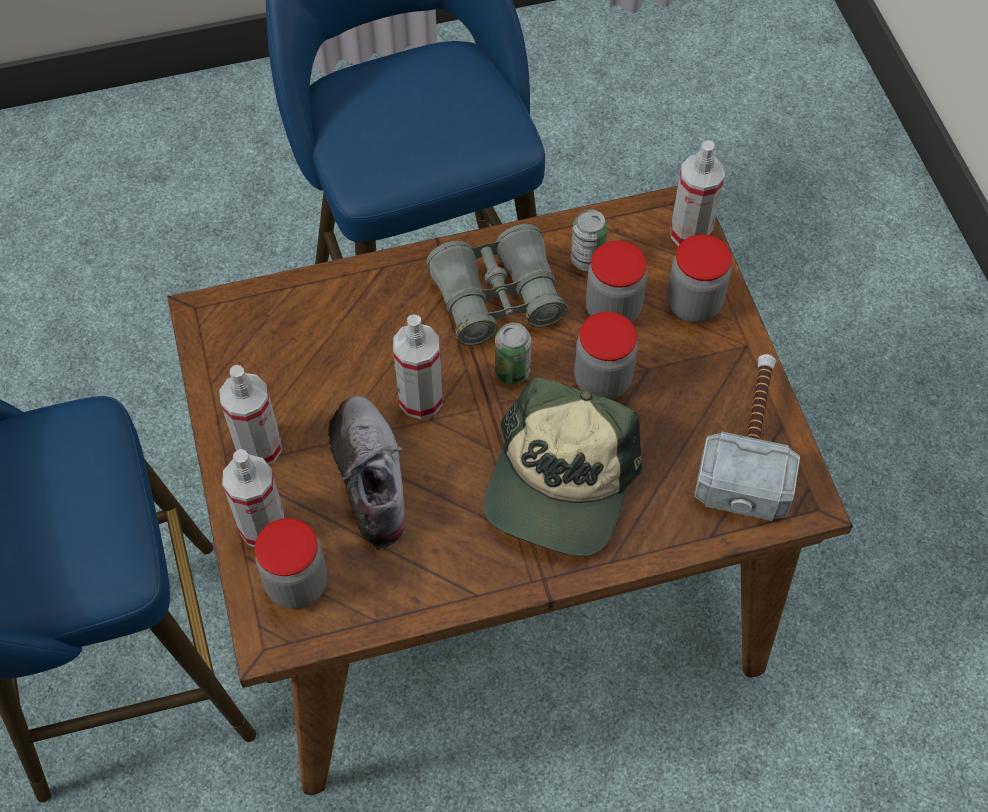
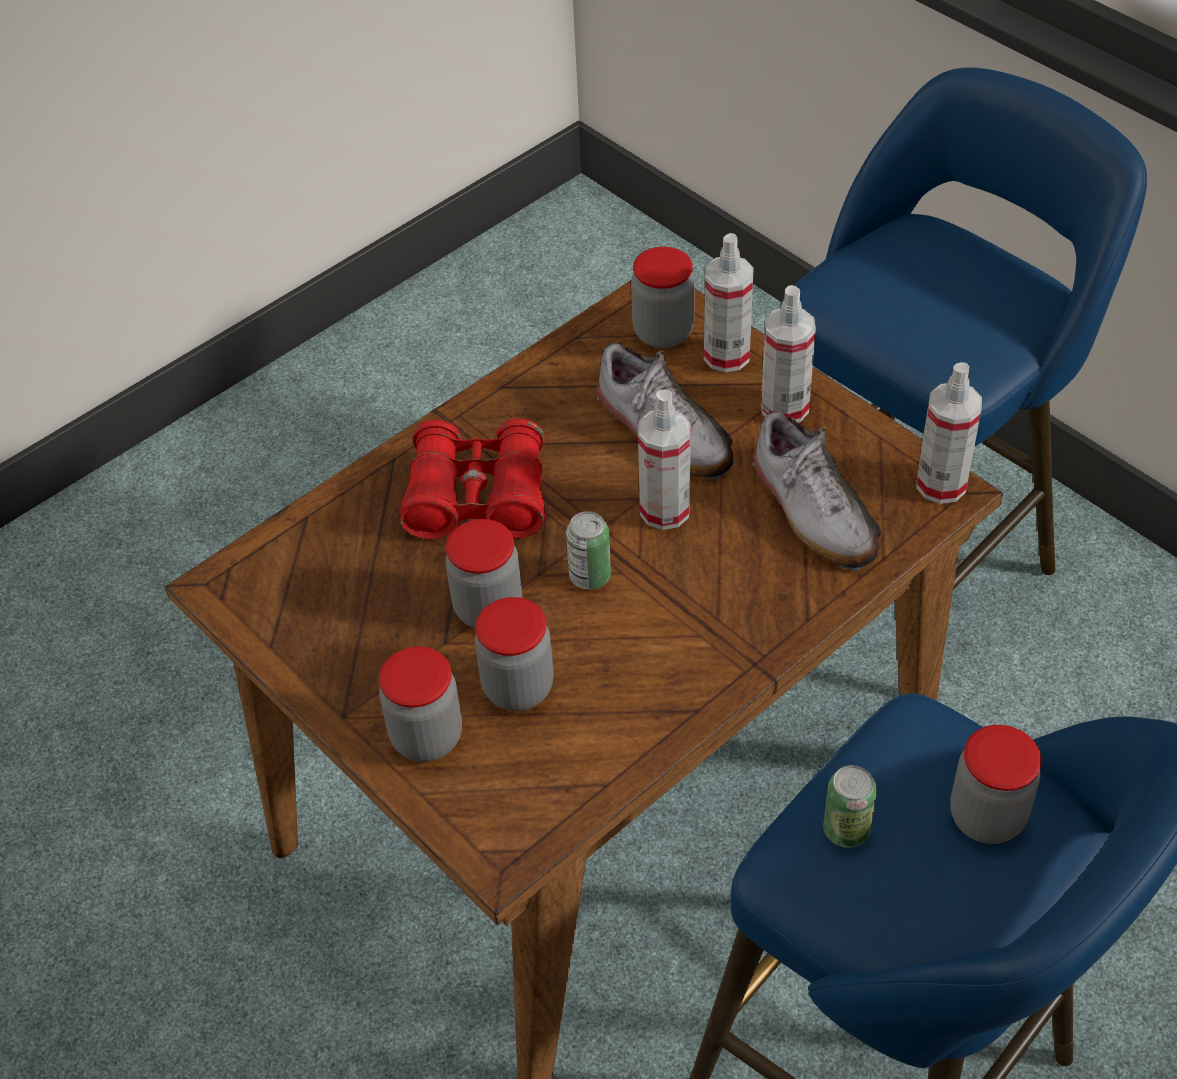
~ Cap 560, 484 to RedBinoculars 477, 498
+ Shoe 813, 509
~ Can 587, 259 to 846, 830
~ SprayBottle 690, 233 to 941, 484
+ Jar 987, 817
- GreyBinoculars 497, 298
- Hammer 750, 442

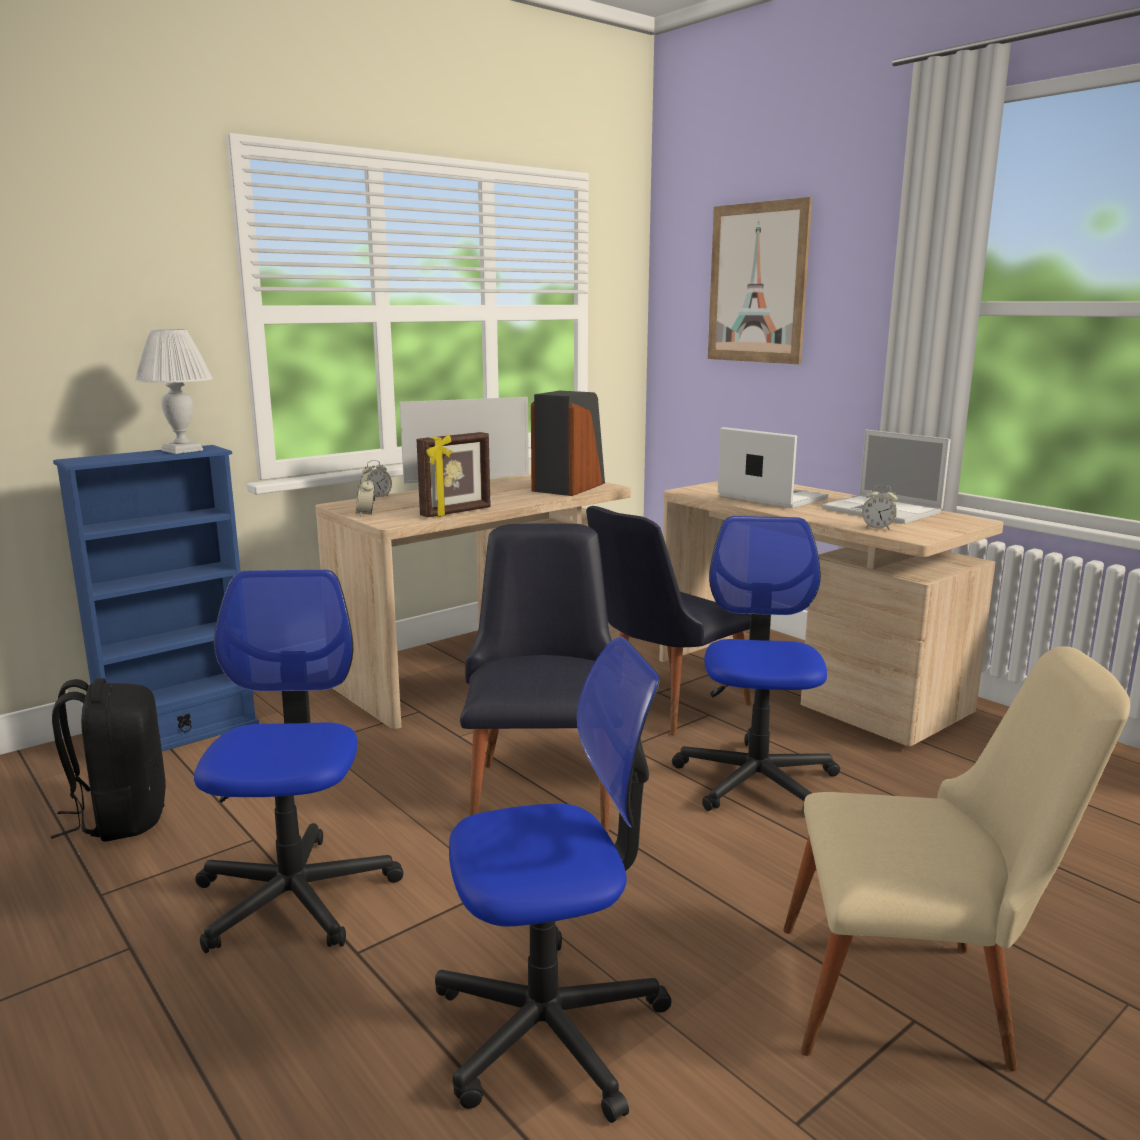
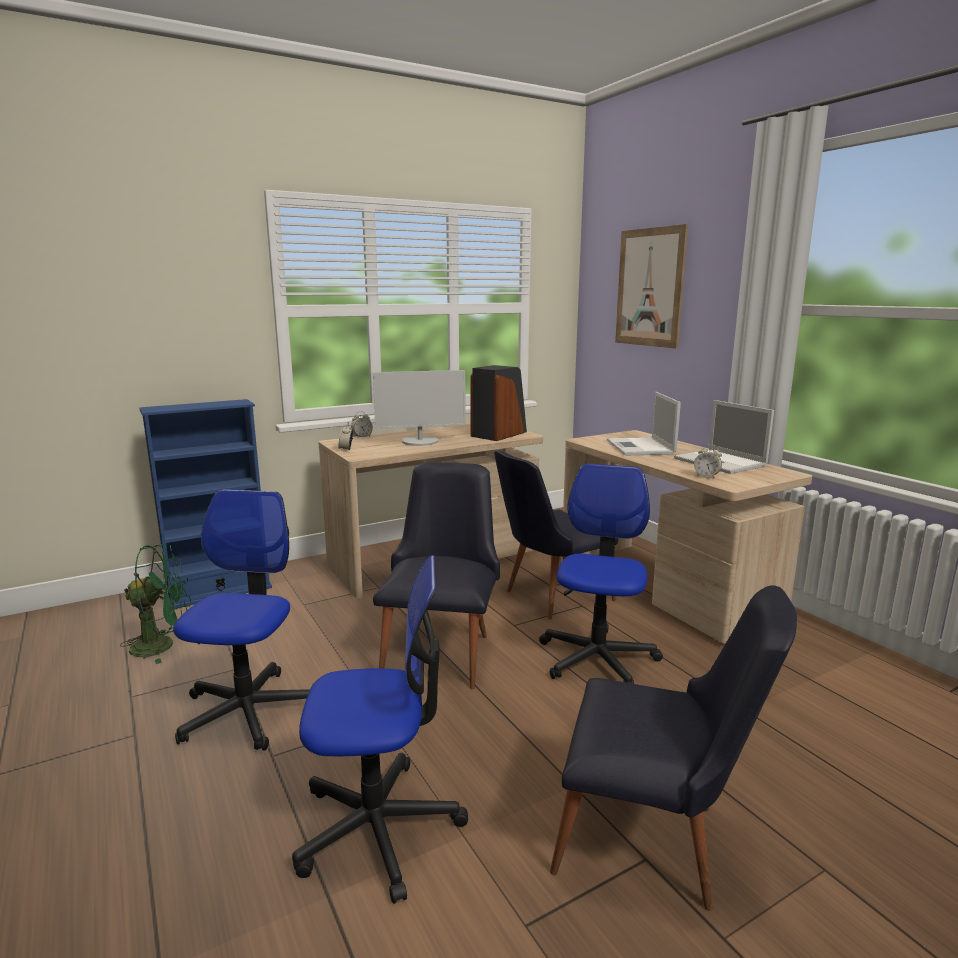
~ BlackBackpack 121, 818 to GreenFan 162, 645
~ BeigeChair 917, 1000 to BlackChair 654, 844
~ Laptop 770, 497 = 641, 447 150 degrees counterclockwise
- WhiteTableLamp 183, 450
- PictureFrame 456, 512

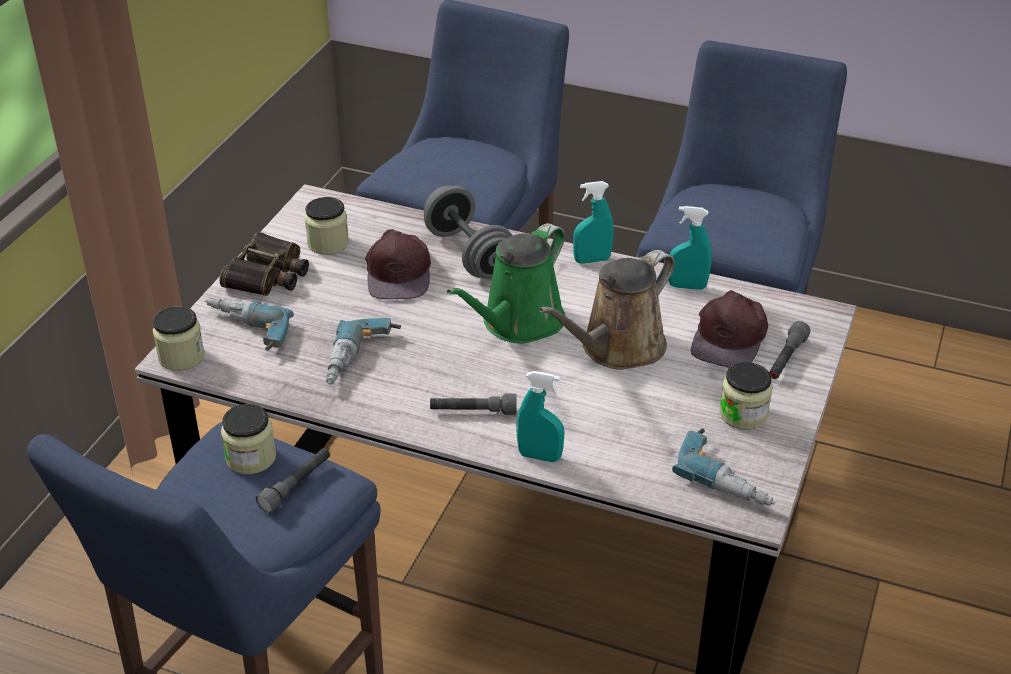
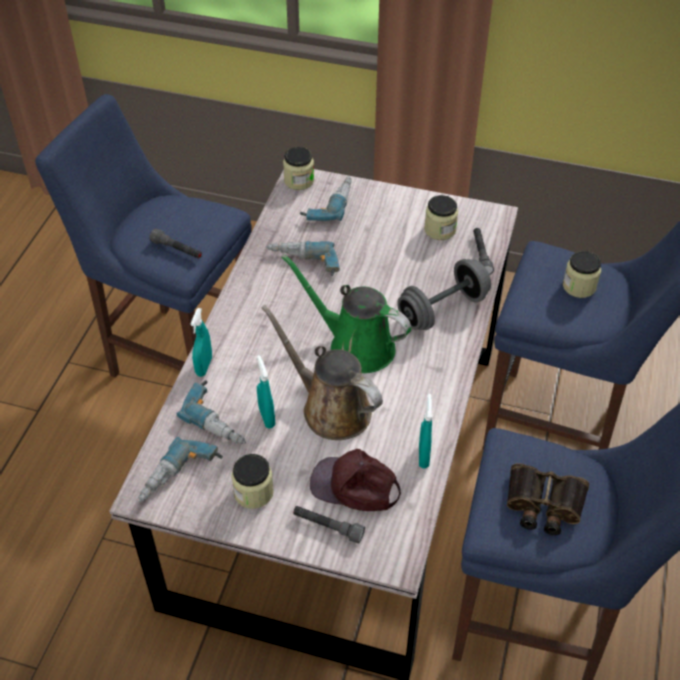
+ PowerDrill 220, 418
~ TurquoiseSprayBottle 592, 260 to 267, 417
~ GreyFlashlight 473, 412 to 481, 255
~ Binoculars 268, 275 to 543, 505
~ Jar 251, 458 to 579, 286
- BrownCap 399, 272

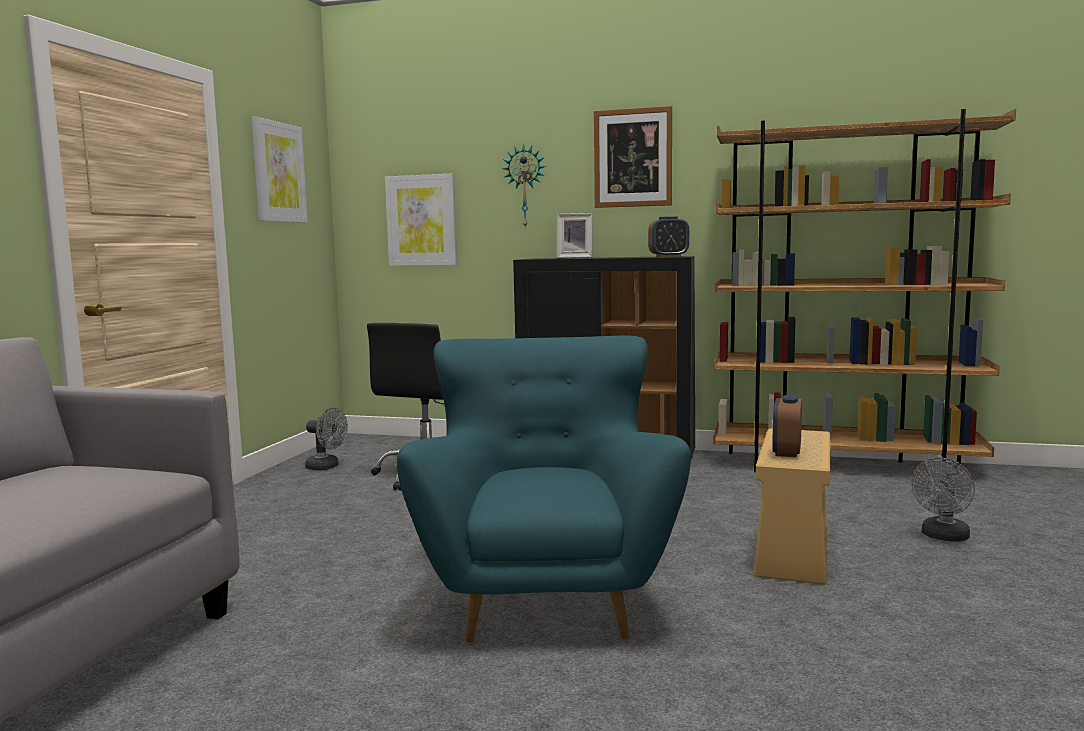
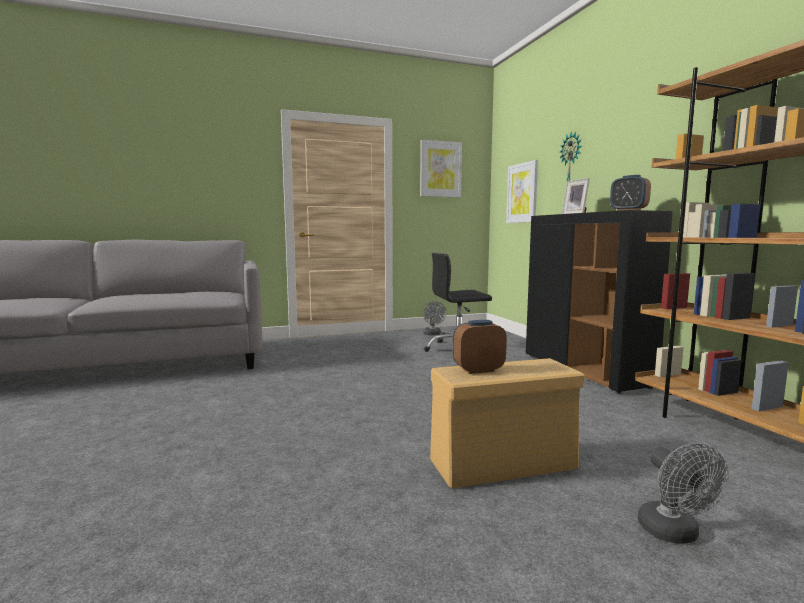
~ GreyFan 943, 537 = 674, 534 105 degrees counterclockwise
- TurquoiseArmchair 546, 596
- Picture 633, 158

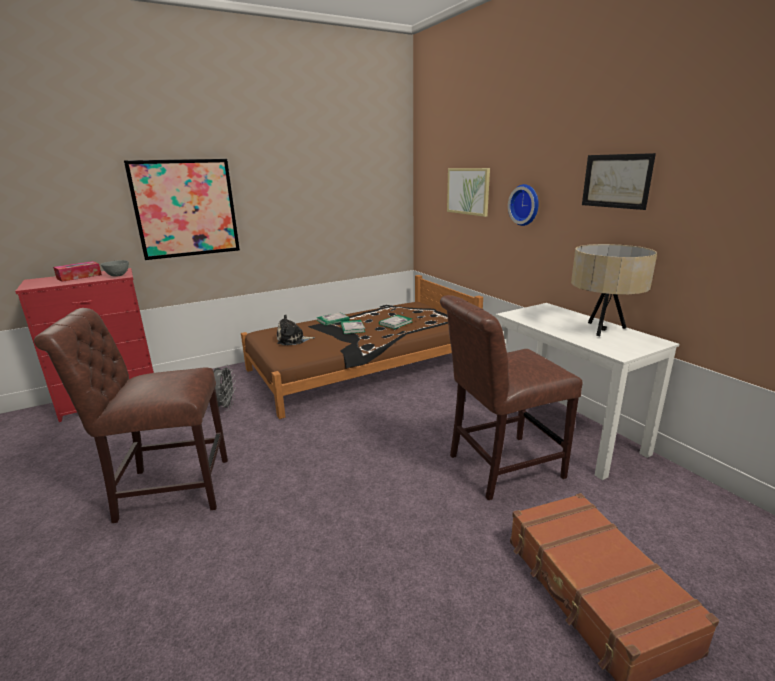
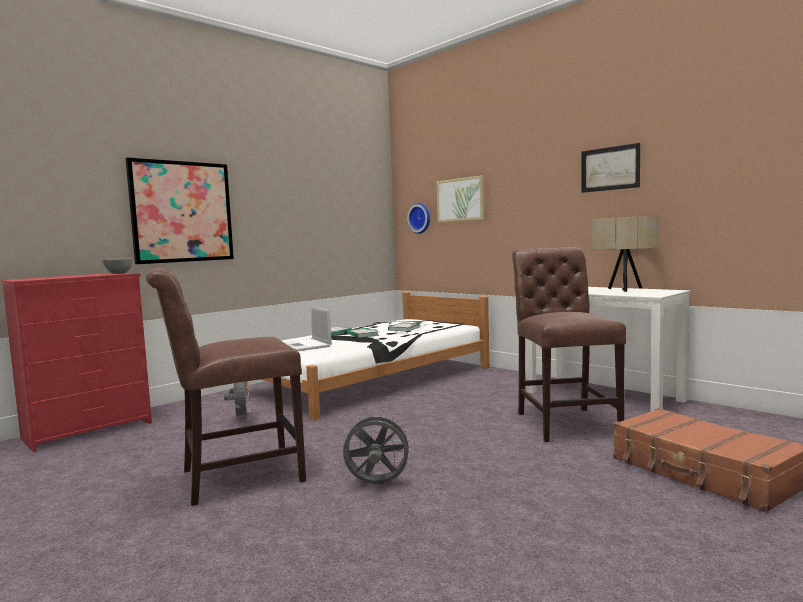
~ BrownBed 363, 366 to WhiteBed 371, 380
~ PlushToy 293, 340 to Laptop 306, 345
+ GreyFan 377, 485
~ WallClock 525, 205 to 420, 218
~ BrownChair 499, 467 = 565, 422 120 degrees clockwise
- TissueBox 79, 277

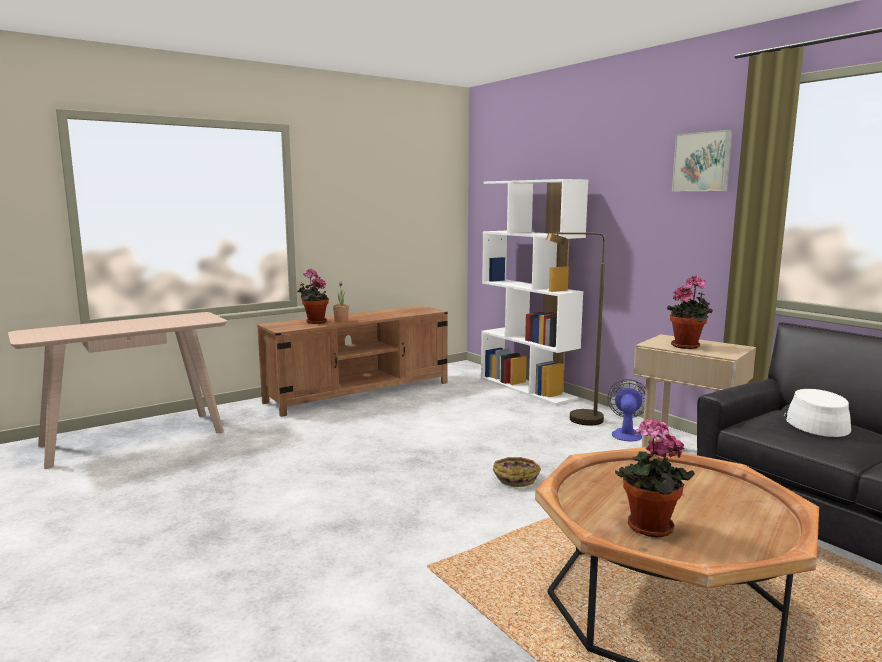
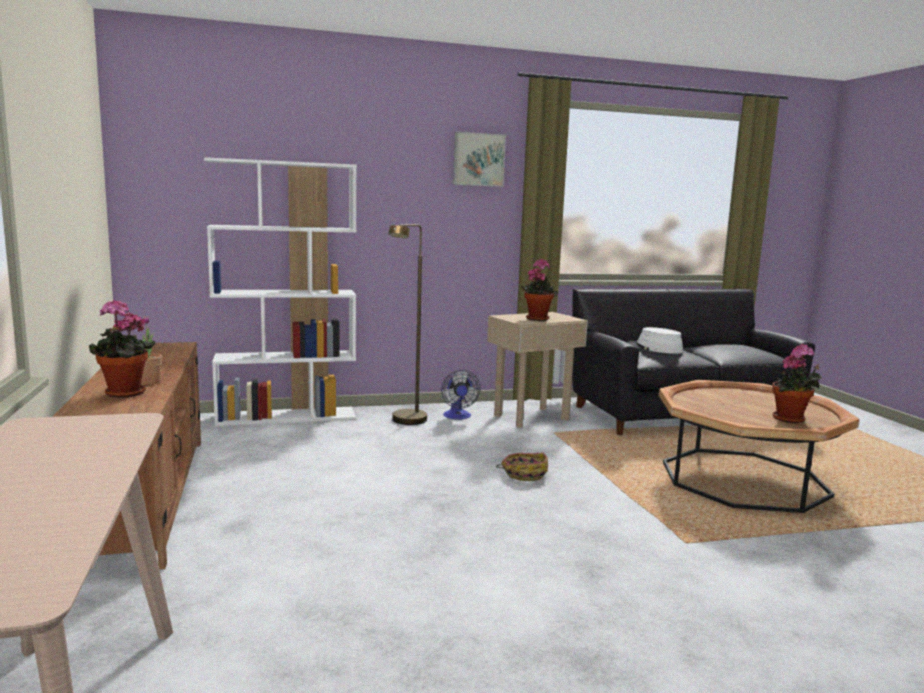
~ Fan 626, 433 = 458, 416 135 degrees counterclockwise

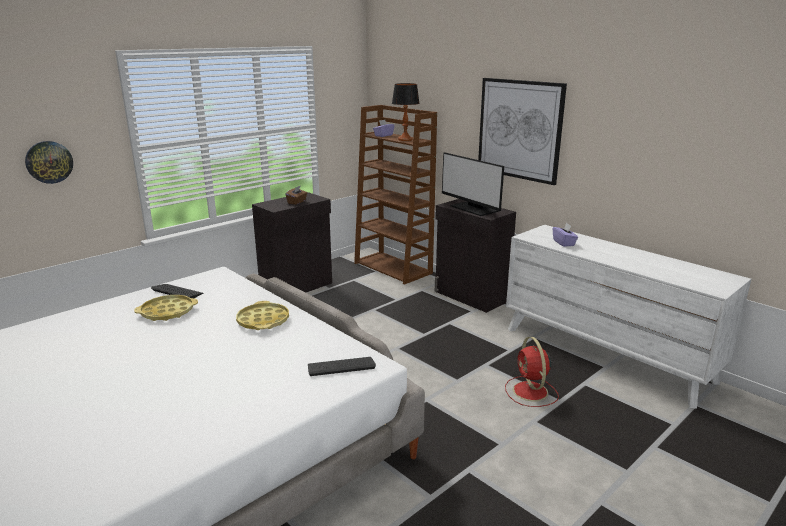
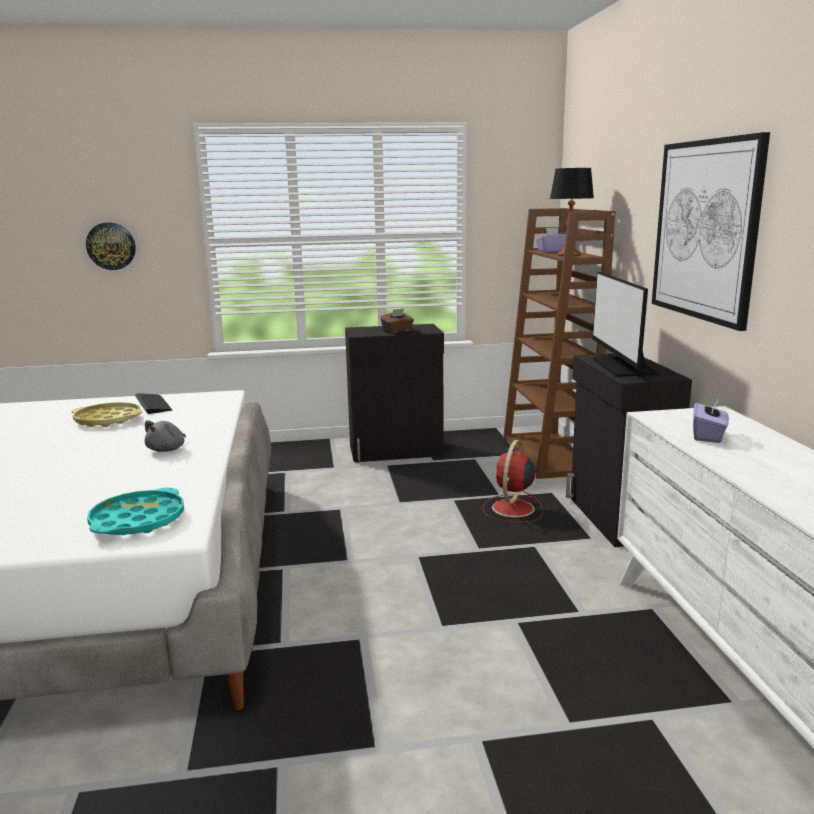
~ Keyboard 341, 367 to TurquoiseTray 137, 521
~ YellowTray 263, 321 to GreyPlushToy 167, 449
~ RedFan 531, 392 to 512, 509

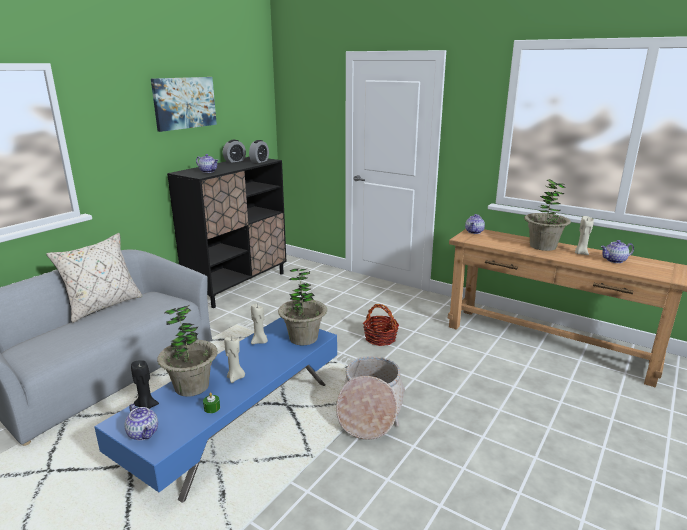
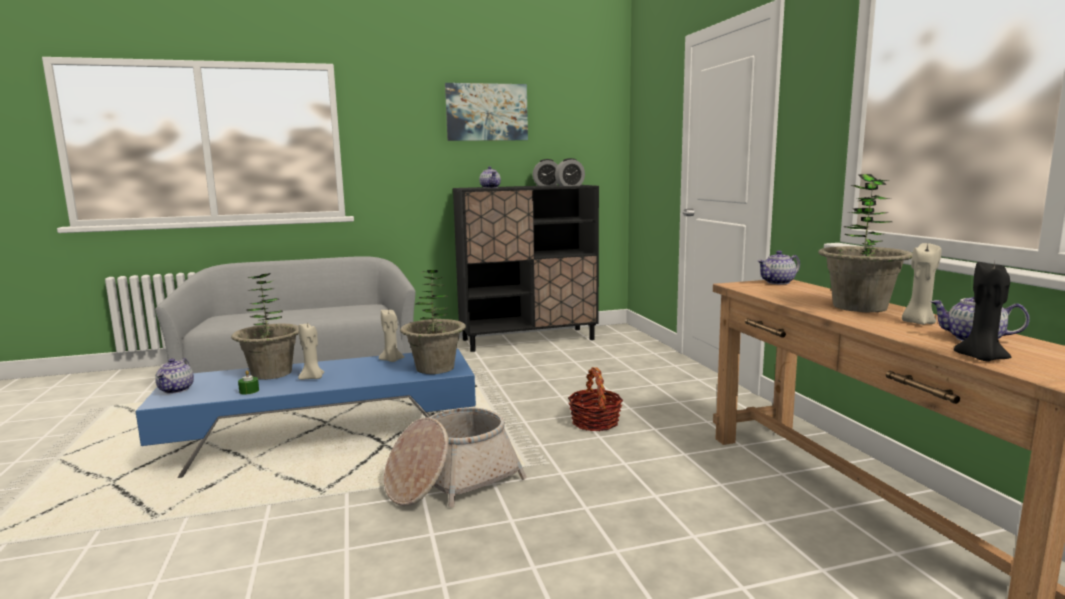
~ BlackCandle 146, 407 to 981, 358
- BeigePillow 103, 306

